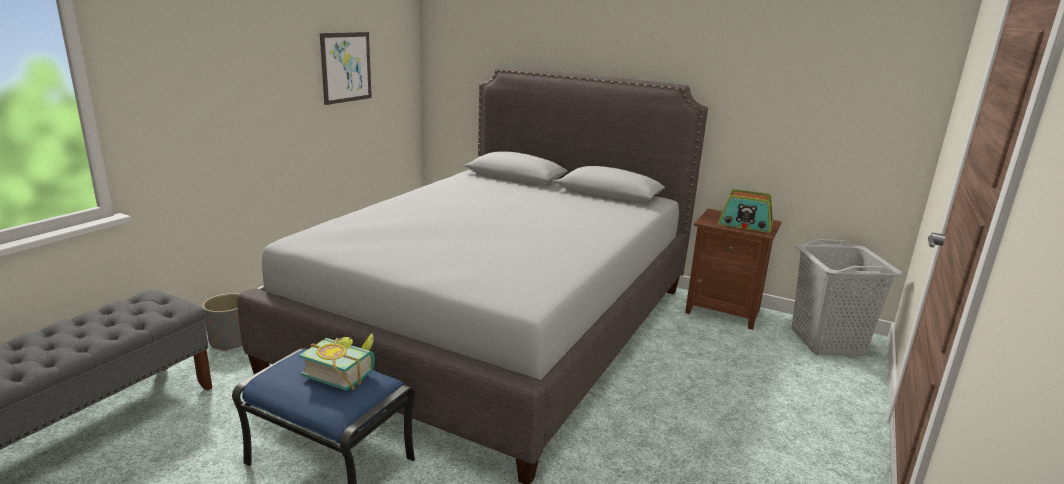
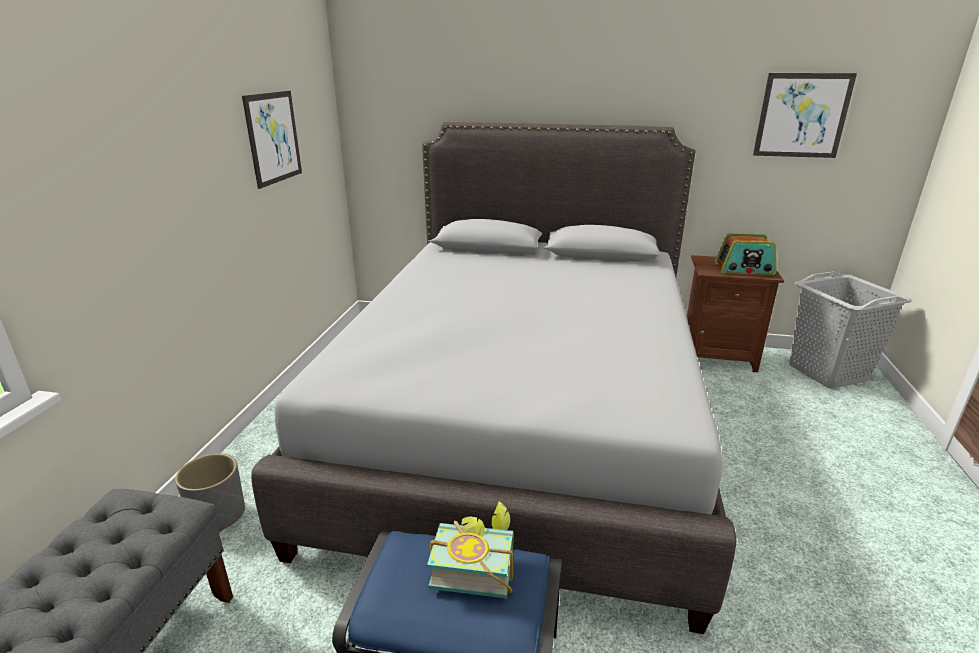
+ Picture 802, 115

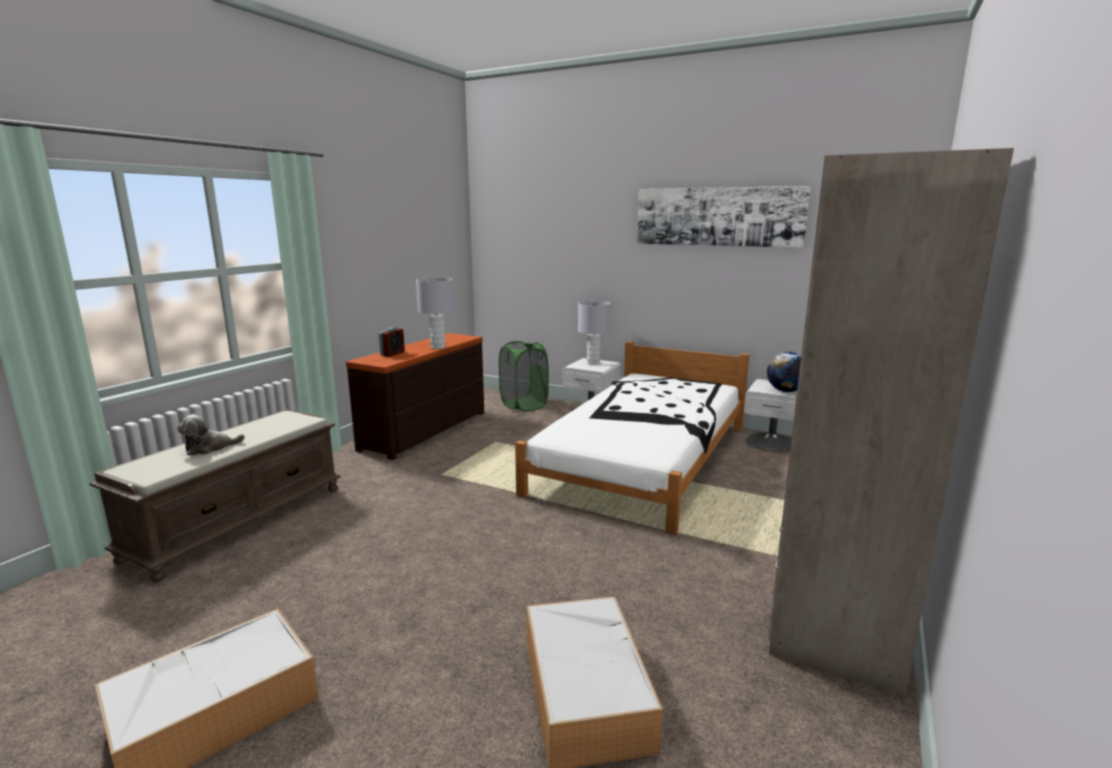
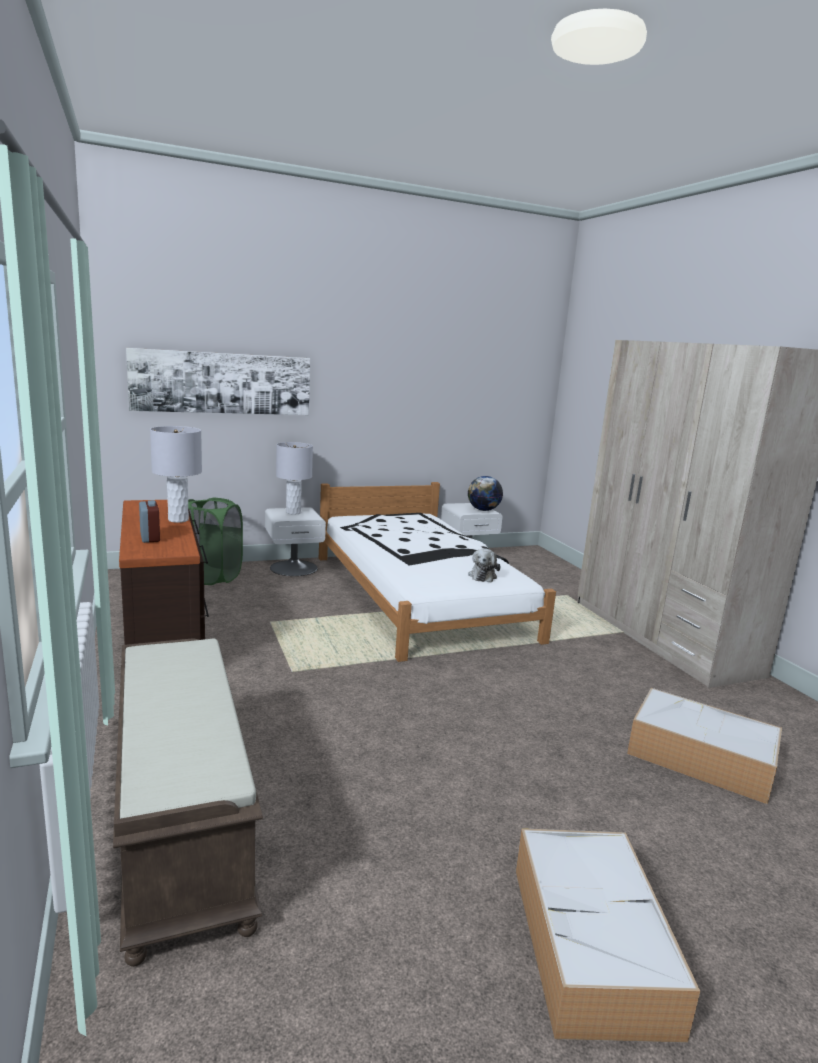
~ Picture 718, 216 to 222, 383
~ PlushToy 209, 448 to 482, 576

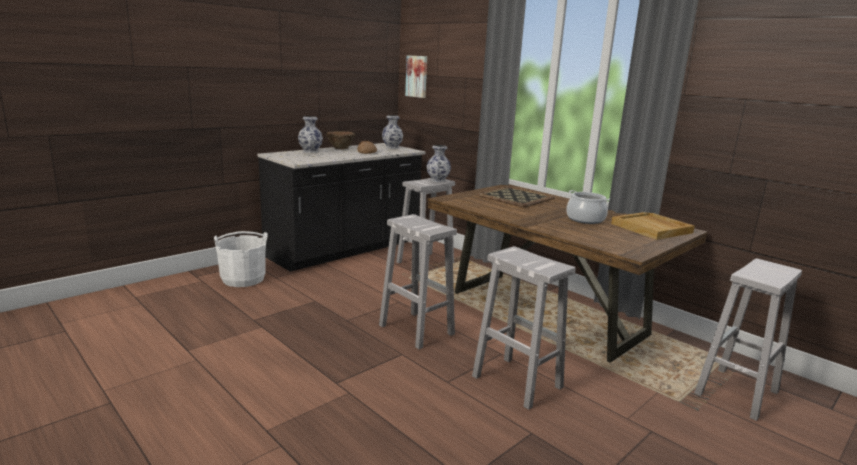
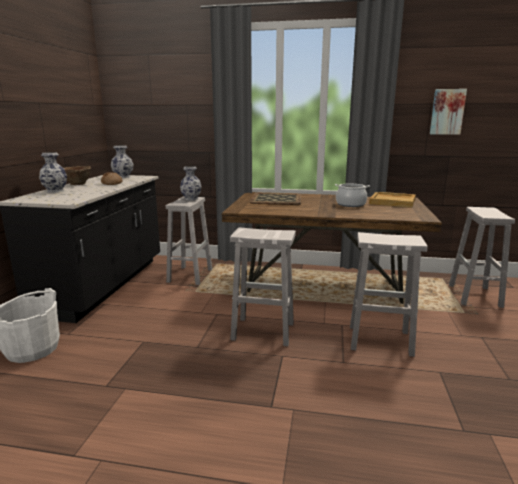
~ Picture 417, 76 to 447, 112

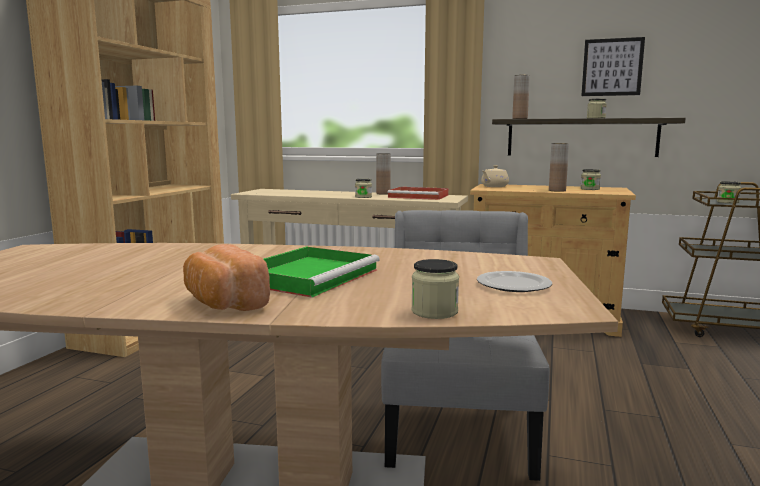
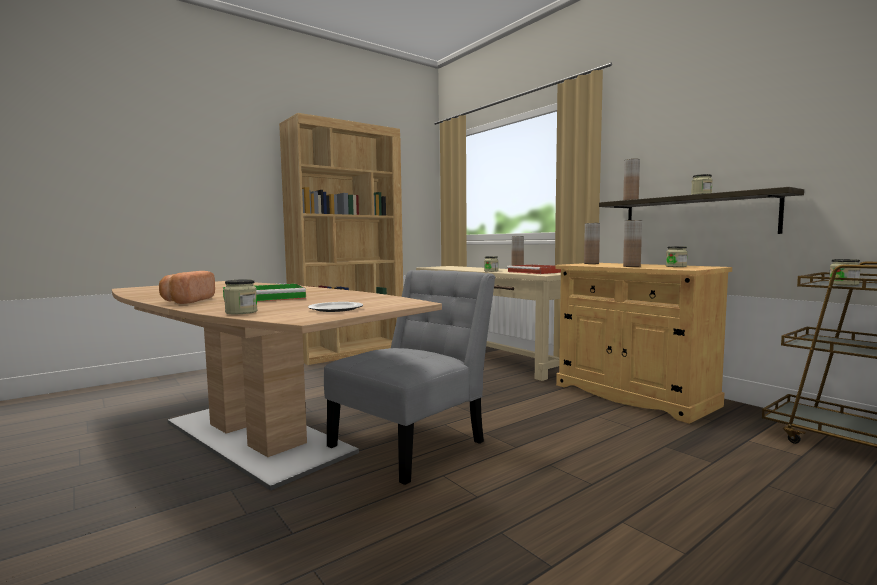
~ BeigeTeapot 494, 186 to BrownVase 591, 263
- Picture 612, 67

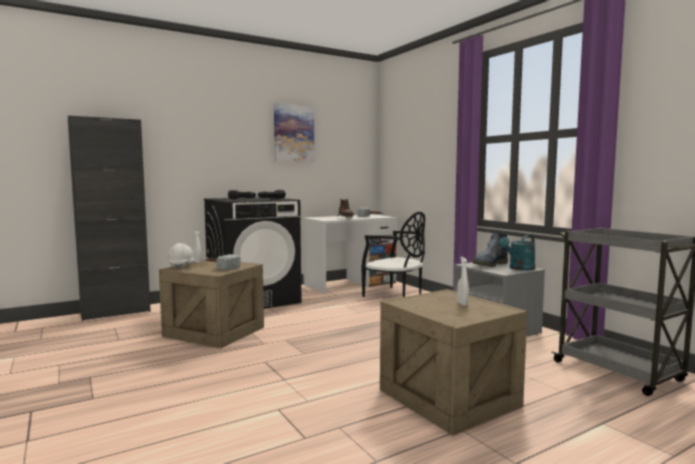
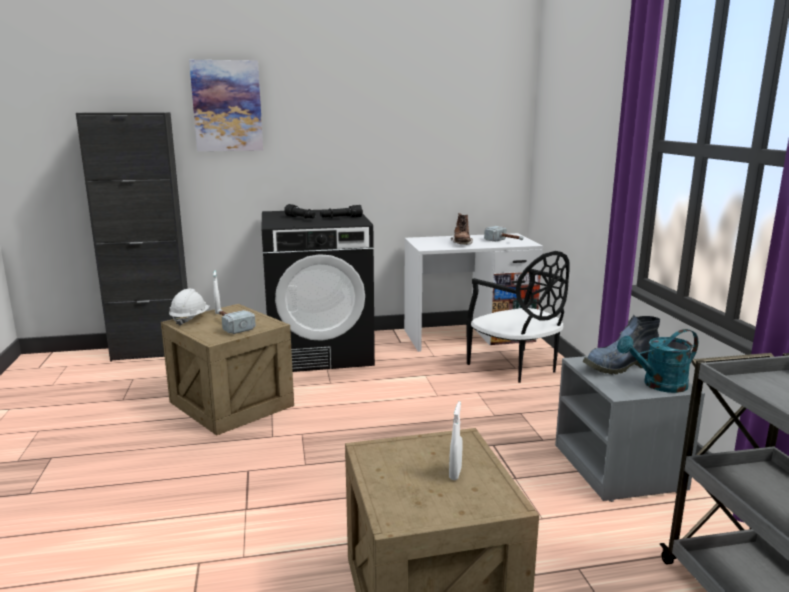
~ Picture 293, 133 to 227, 106

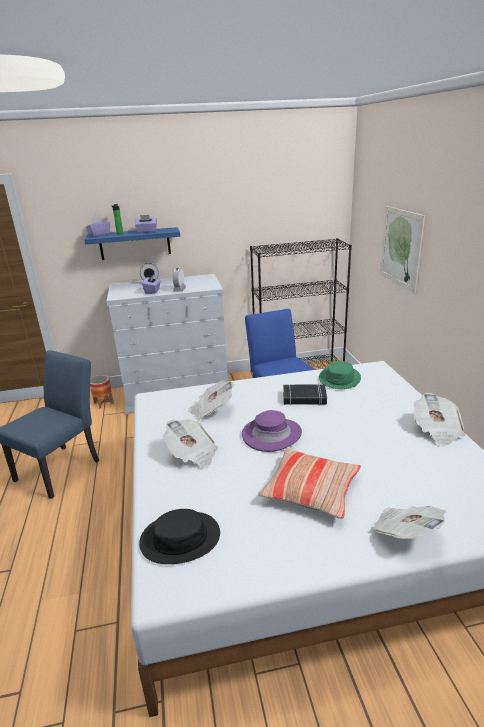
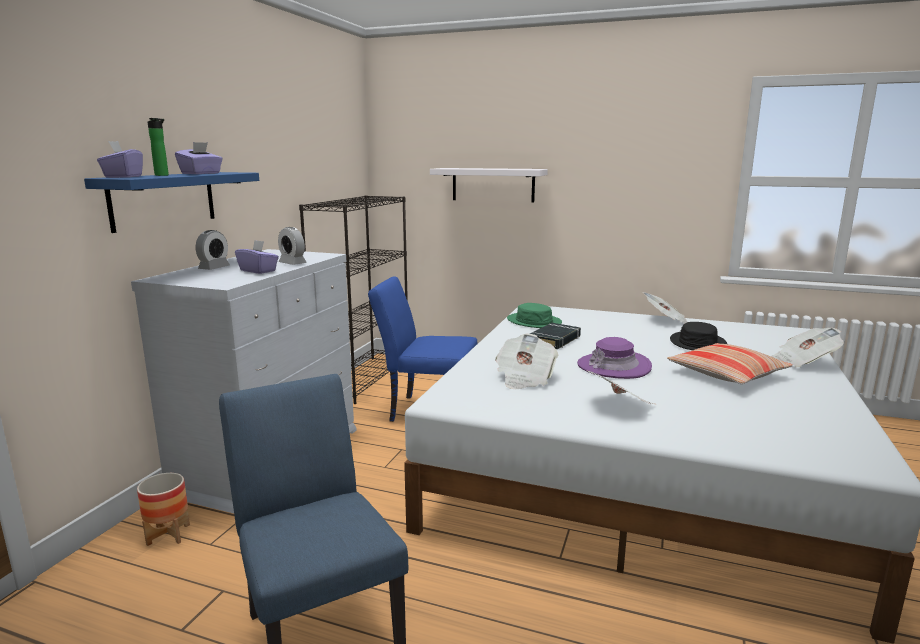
~ Picture 400, 248 to WhiteShelf 493, 184
~ BlackHat 180, 538 to 697, 343

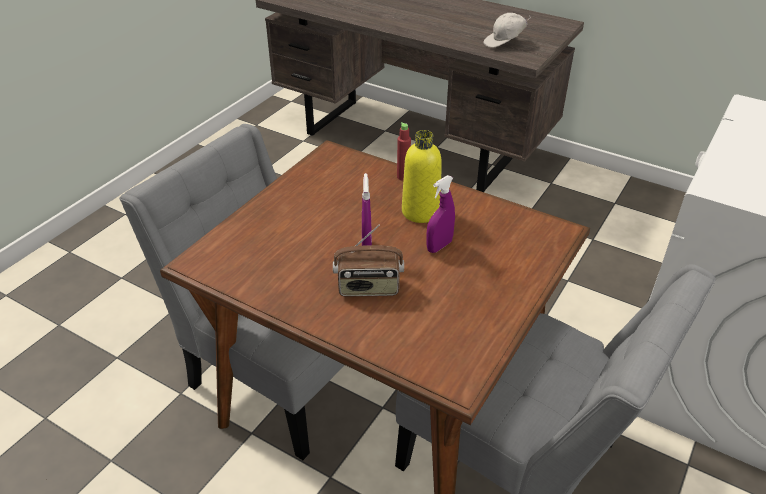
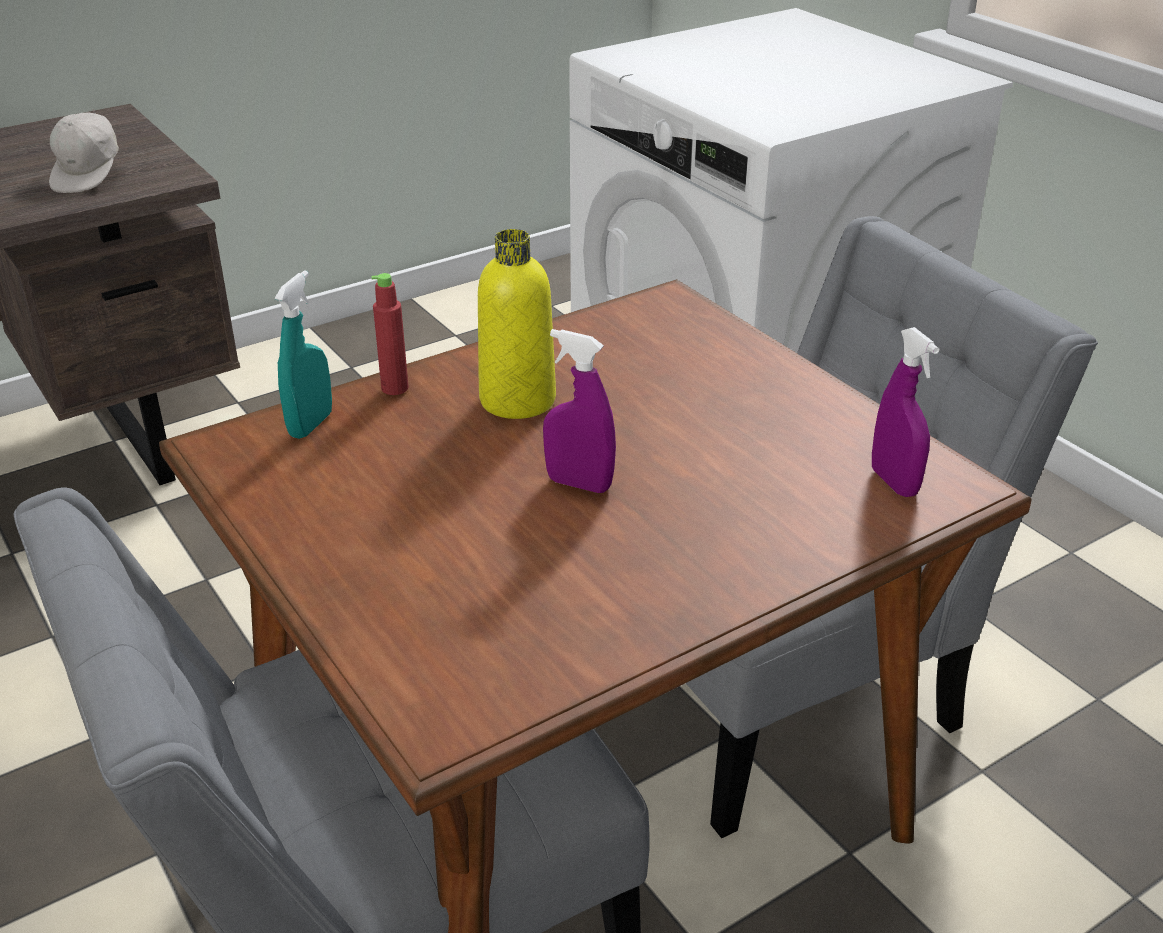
+ TurquoiseSprayBottle 310, 425
~ PurpleSprayBottle 439, 246 to 894, 482
- Radio 368, 288

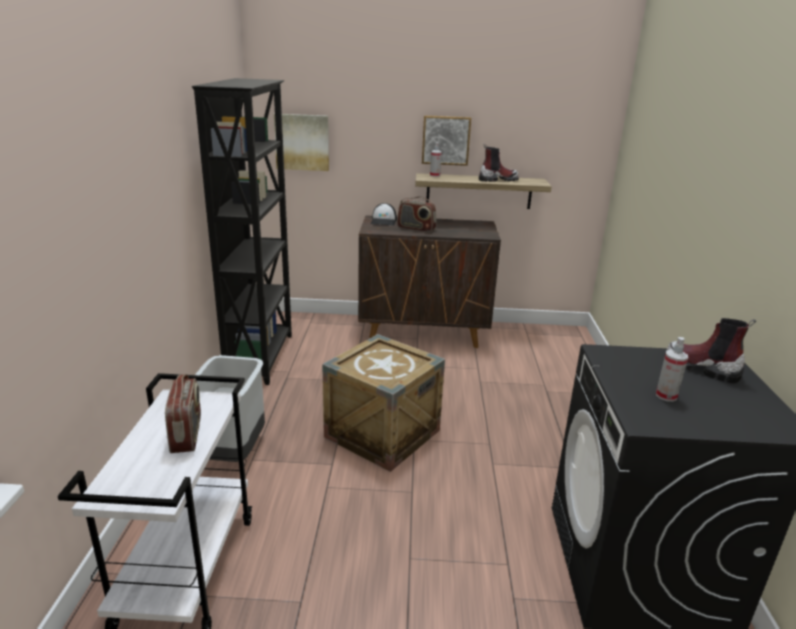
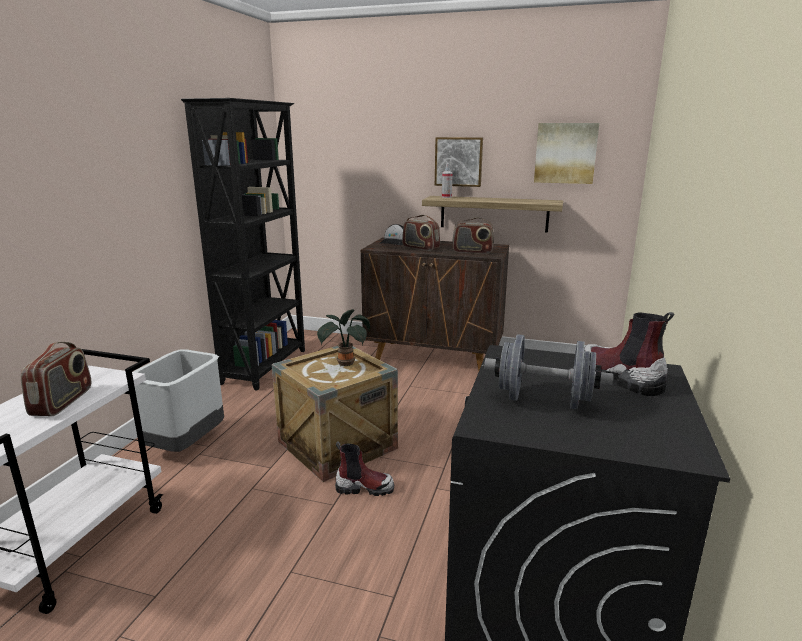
+ PottedPlant 345, 363
~ Boot 497, 180 to 364, 488
+ Radio 472, 252
~ SprayBottle 666, 396 to GreyDumbbell 543, 401
~ Picture 302, 142 to 565, 153

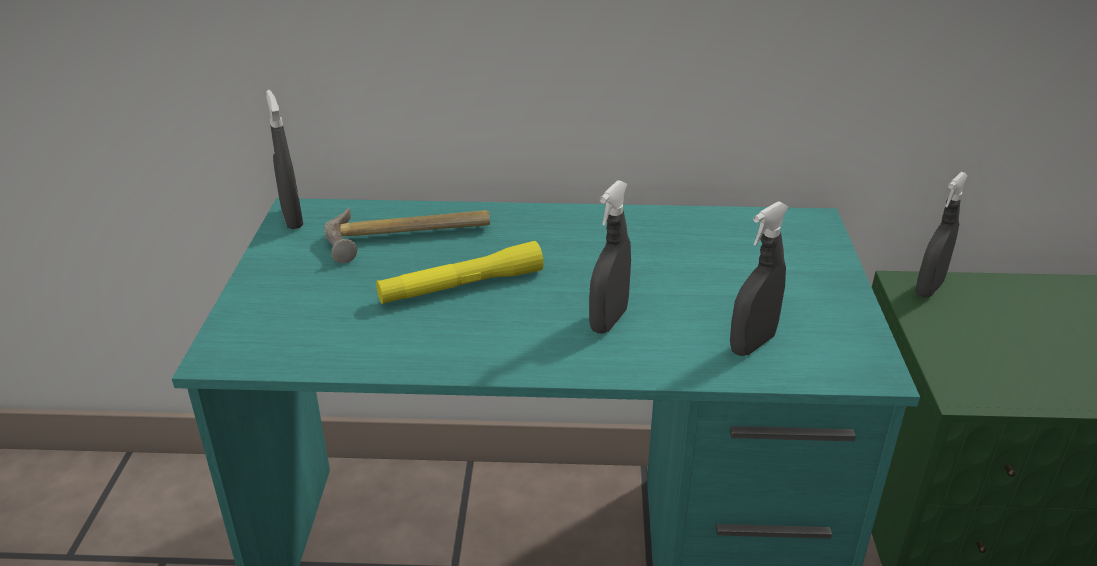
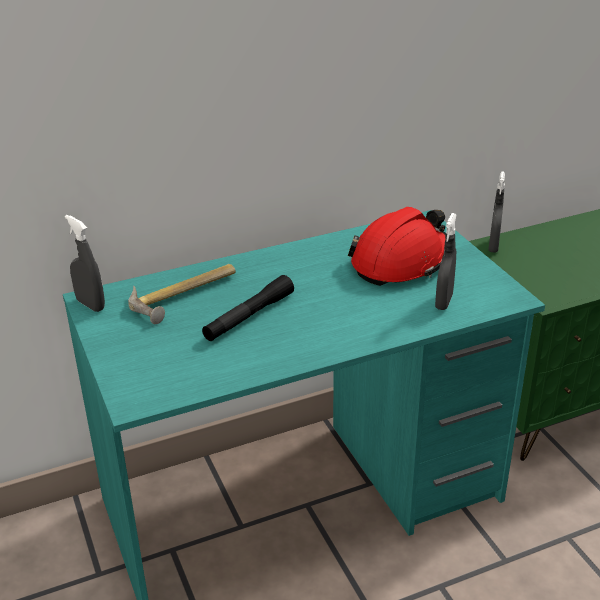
~ YellowFlashlight 461, 286 to BlackFlashlight 249, 316
+ RedHardHat 401, 262
- GreySprayBottle 608, 321

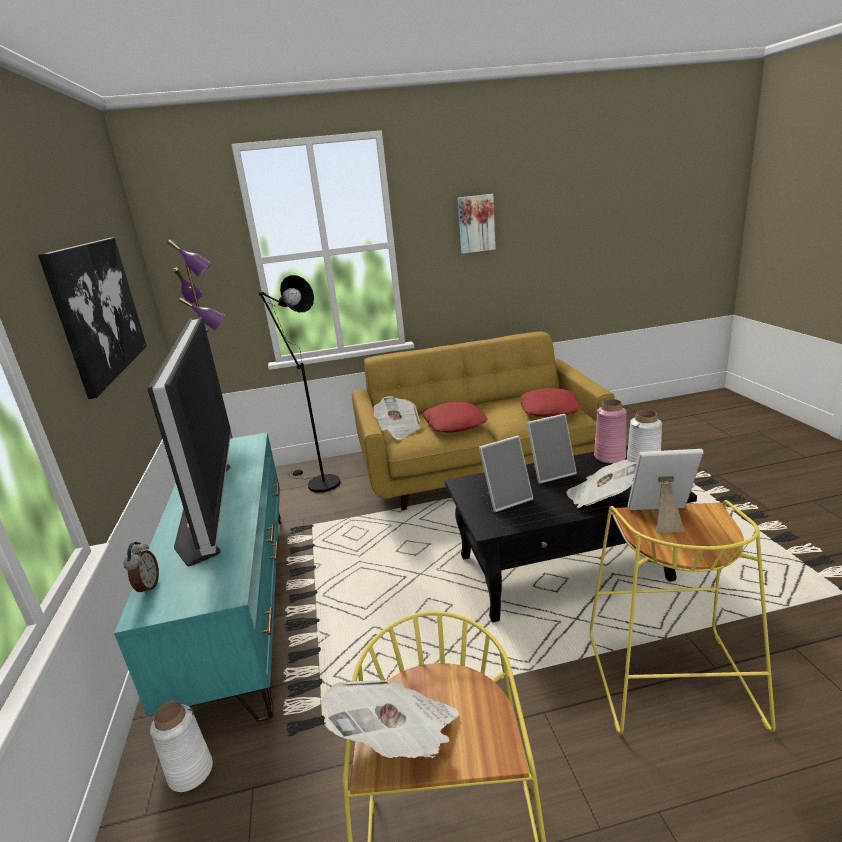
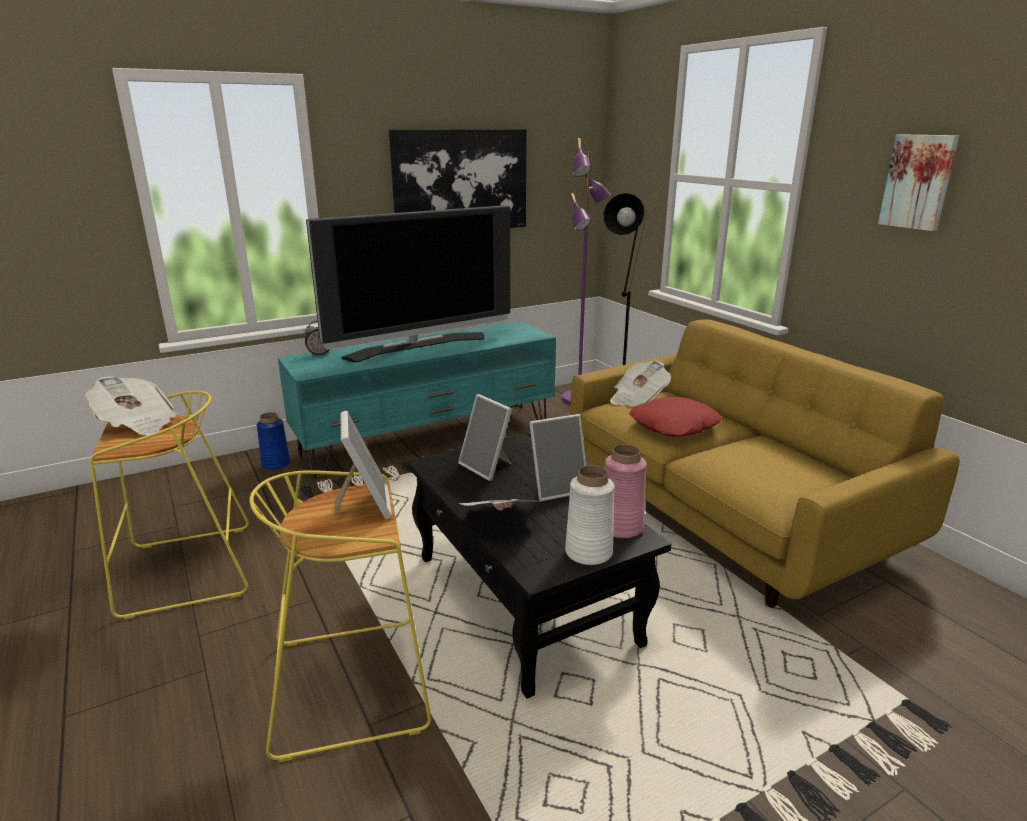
~ WhiteVase 190, 772 to BlueVase 276, 464
~ PictureFrame 550, 473 = 557, 488 75 degrees counterclockwise
- RedPillow 549, 409

